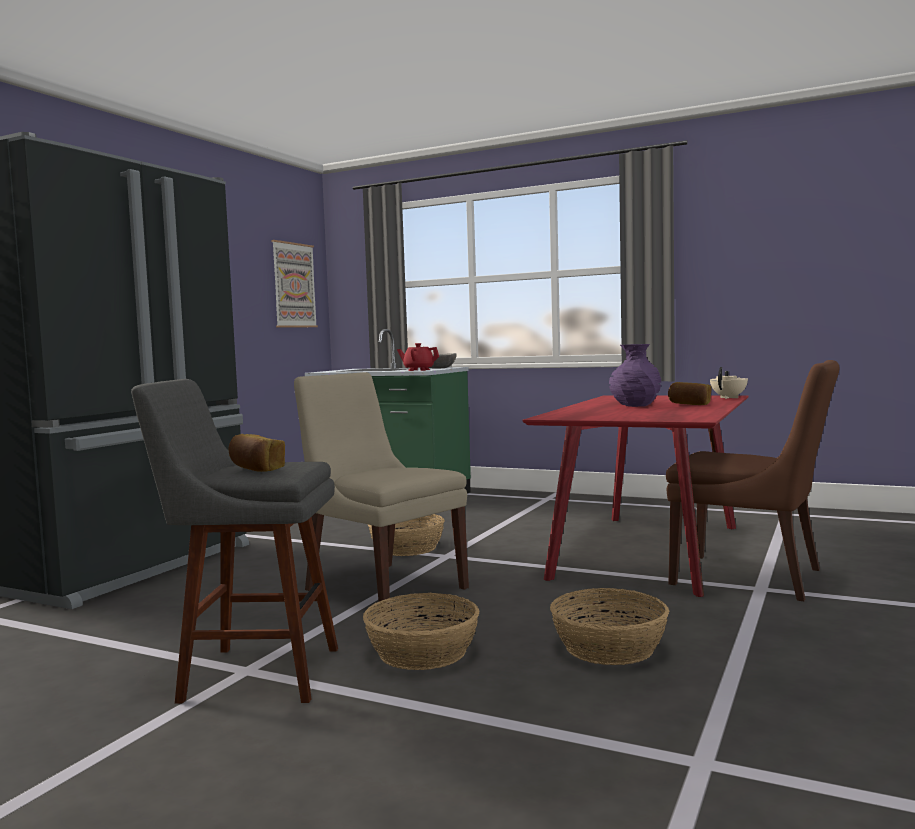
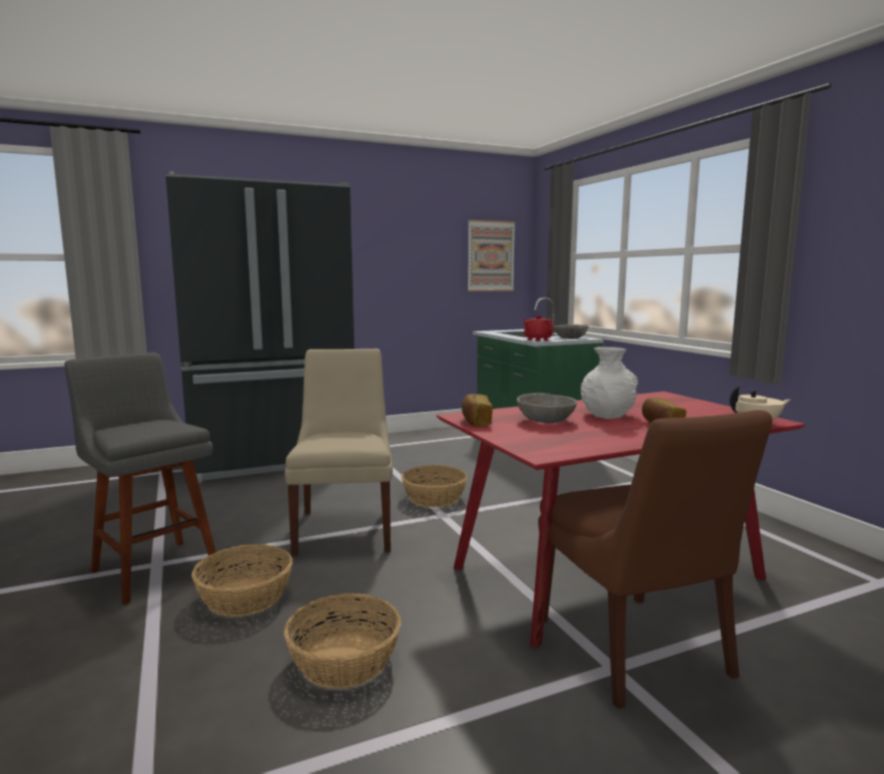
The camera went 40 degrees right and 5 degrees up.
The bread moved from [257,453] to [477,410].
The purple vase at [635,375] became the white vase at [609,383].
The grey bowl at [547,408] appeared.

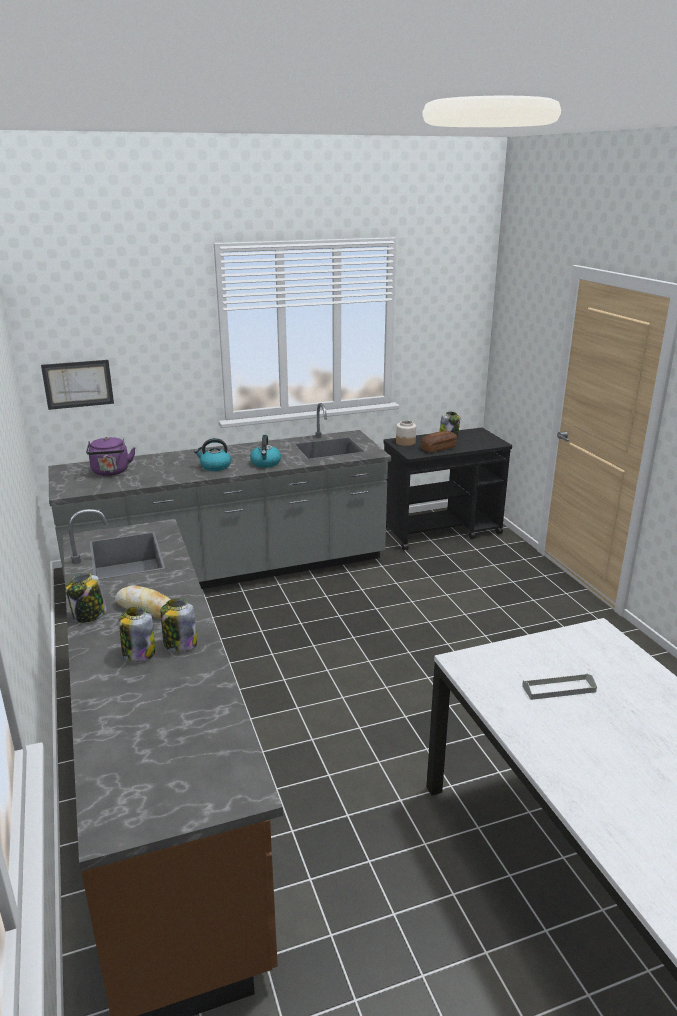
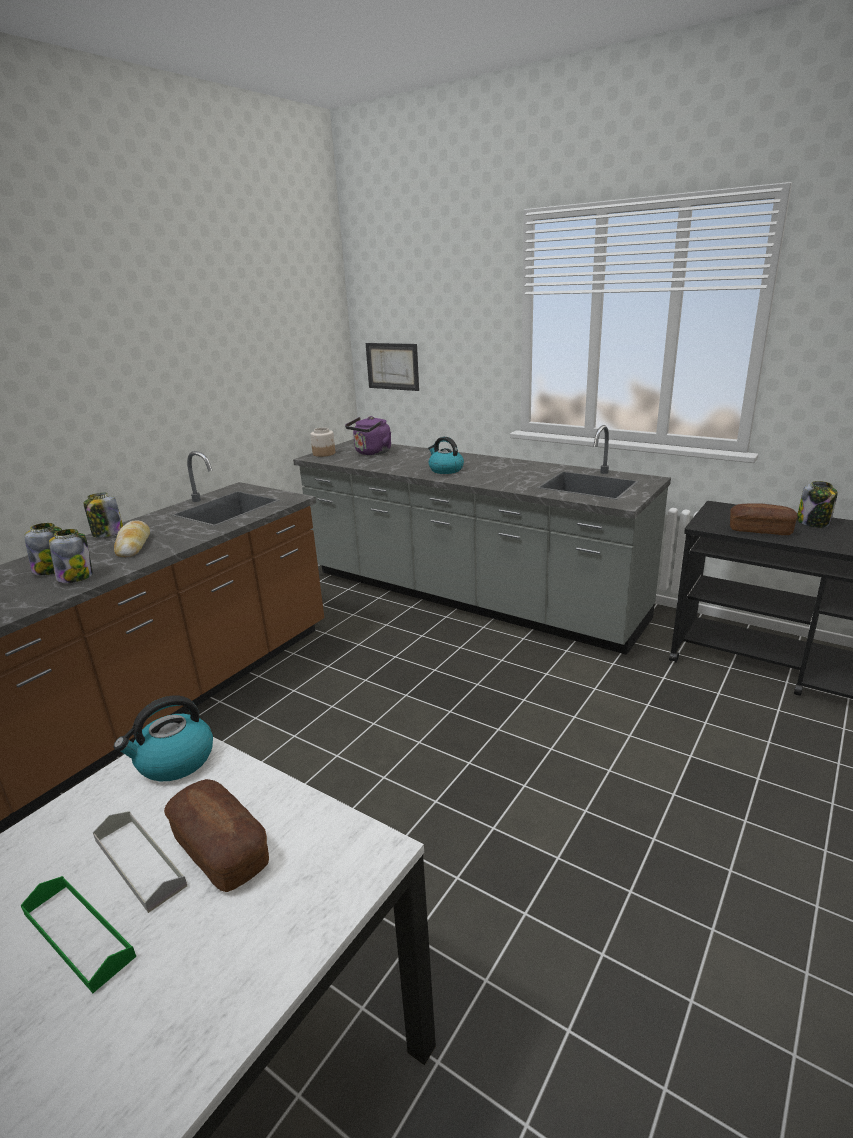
The camera went 55 degrees right and 0 degrees up.
The kettle moved from [265,451] to [163,738].
The jar moved from [406,433] to [322,442].
The green tray at [78,934] appeared.
The bread at [216,835] appeared.

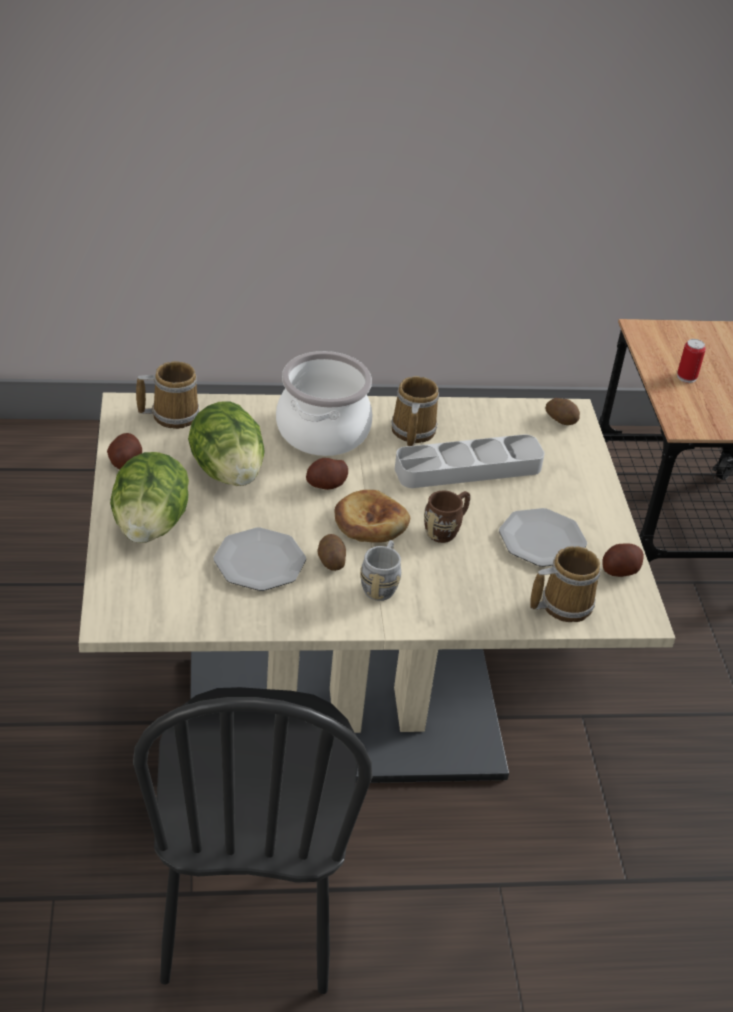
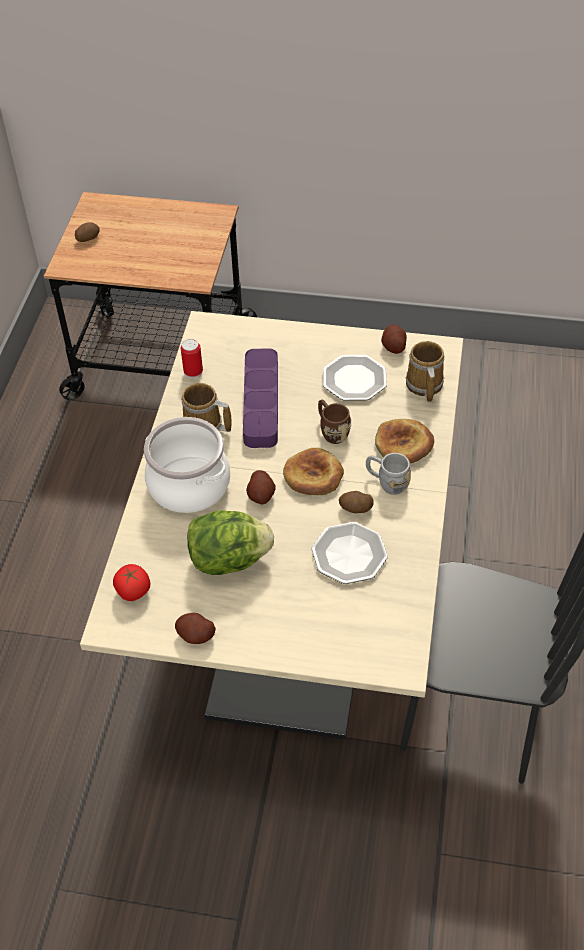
The camera went 70 degrees left and 10 degrees up.
The lettuce at [149,497] disappeared.
The mug at [167,395] was replaced by the tomato at [131,582].
The grey tray at [470,461] became the purple tray at [260,398].
The potato moved from [563,411] to [87,232].
The can moved from [691,361] to [192,359].
The bread at [404,441] appeared.

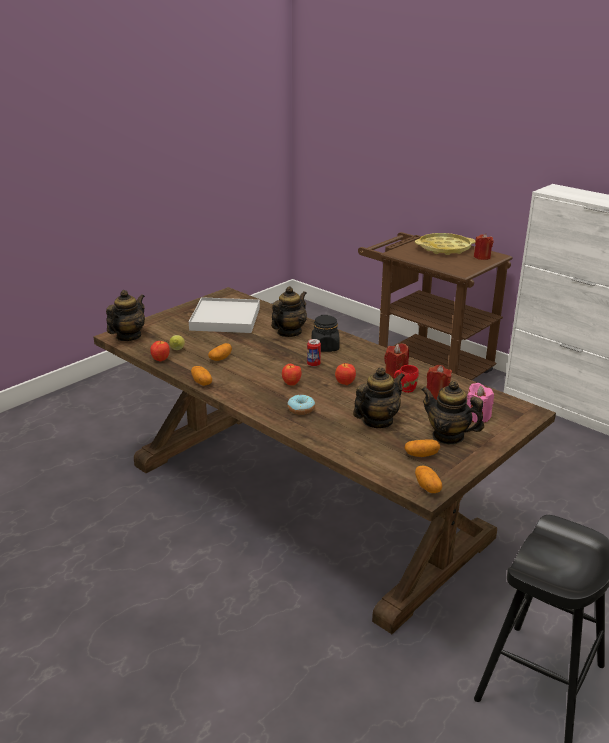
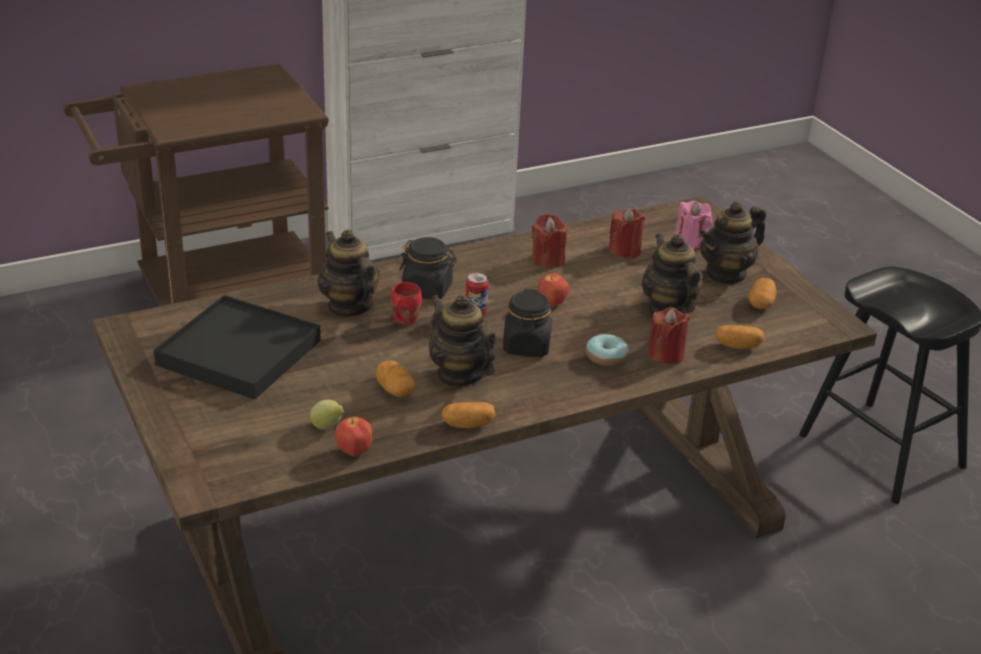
The camera went 70 degrees left and 5 degrees up.
The teapot moved from [125,315] to [462,340].
The white tray at [224,315] became the black tray at [237,347].
The apple at [291,375] was replaced by the black jar at [527,323].
The red mug moved from [406,379] to [406,303].
The yellow tray at [445,244] disappeared.
The potato moved from [429,479] to [739,337].
The red candle moved from [484,247] to [669,335].

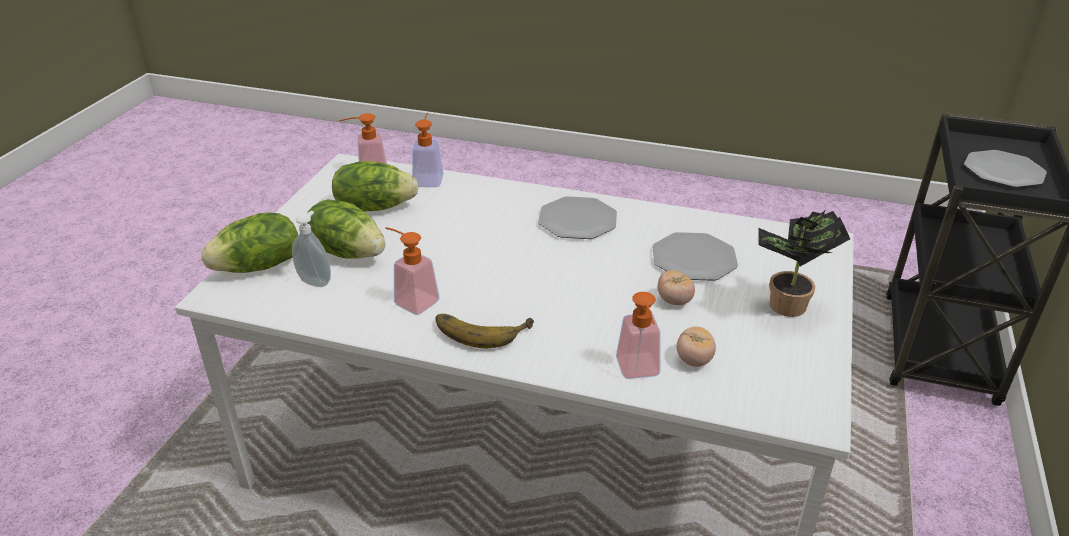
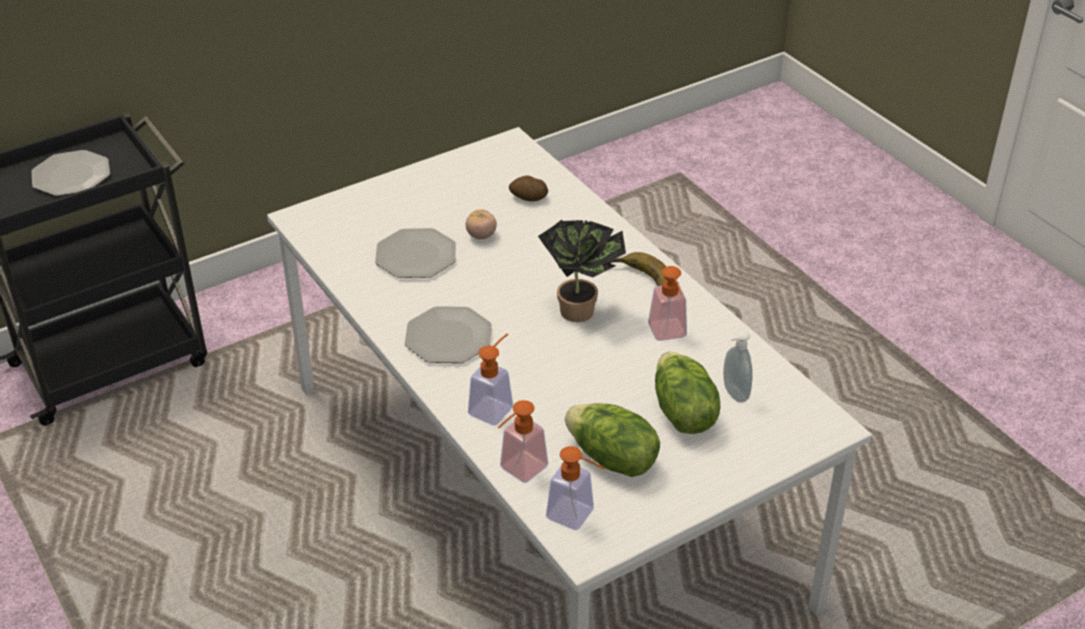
The camera went 140 degrees left and 5 degrees up.
The lettuce at [249,242] disappeared.
The soap dispenser moved from [638,335] to [490,379].
The tomato at [696,347] was replaced by the potato at [528,188].
The potted plant moved from [804,263] to [582,270].

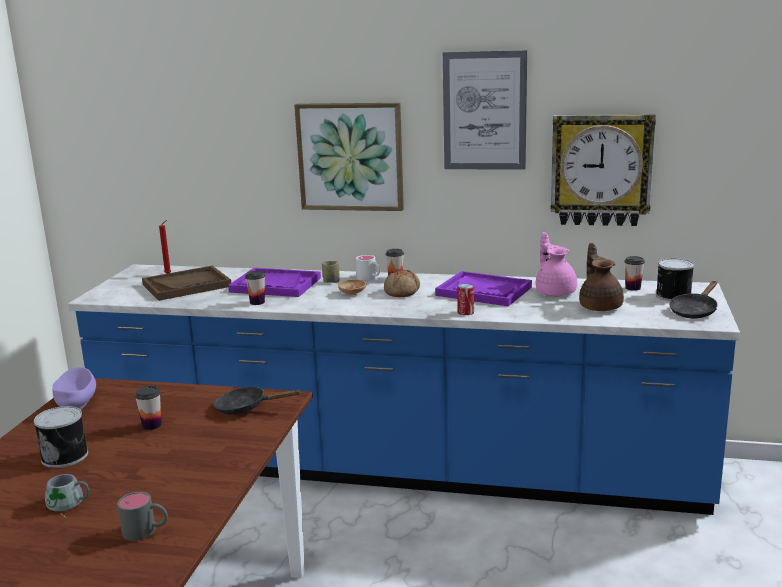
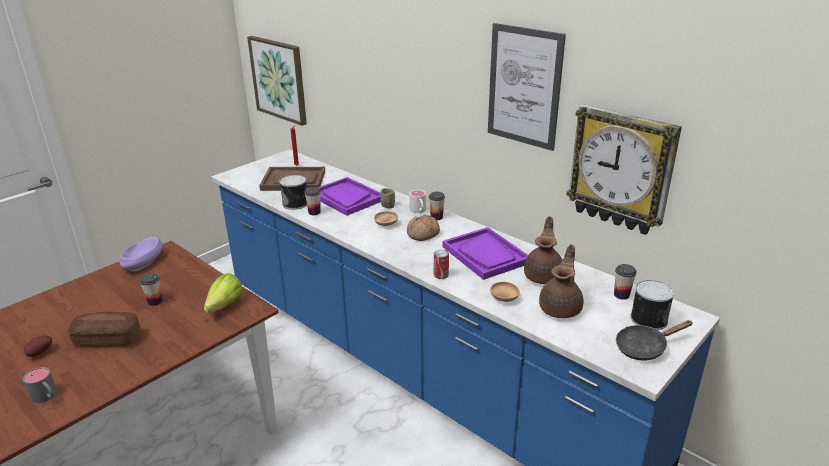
The camera went 30 degrees right and 10 degrees up.
The can moved from [61,437] to [293,192].
The grey mug at [67,496] was replaced by the potato at [38,346].
The black frying pan at [257,401] was replaced by the lettuce at [223,293].
The picture moved from [349,157] to [277,81].
The pink teapot at [556,264] became the brown teapot at [543,250].
The bread at [104,329] appeared.
The brown bowl at [505,292] appeared.

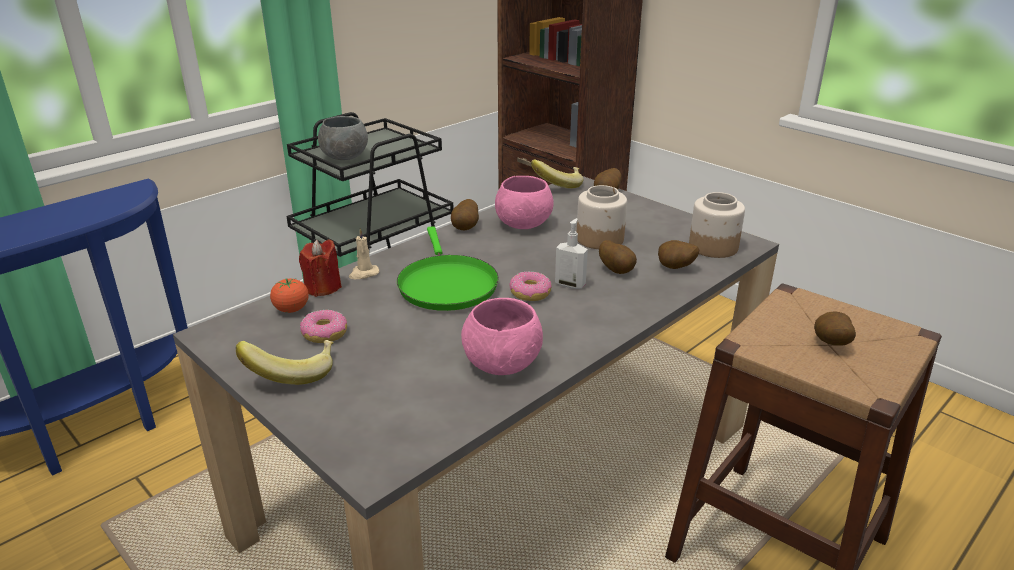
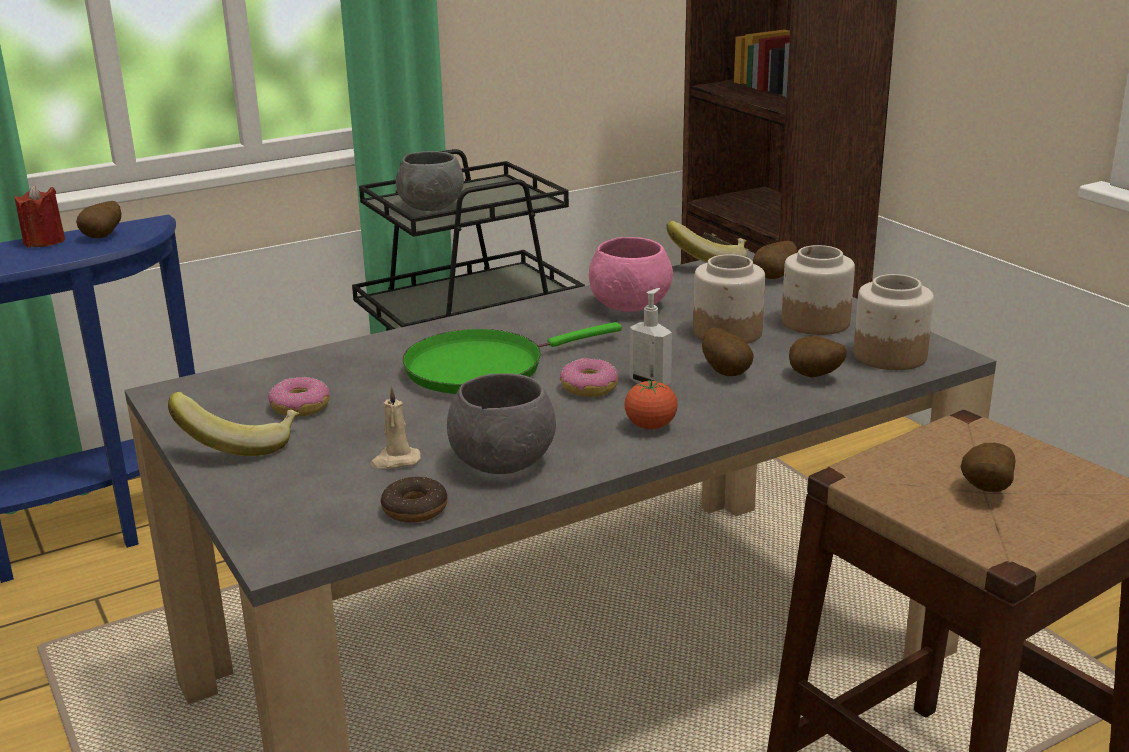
The camera went 15 degrees right and 5 degrees down.
The tomato moved from [289,295] to [651,404].
The red candle moved from [320,268] to [40,216].
The beige candle moved from [364,253] to [395,427].
The green frying pan at [448,268] turned 60 degrees clockwise.
The potato moved from [465,215] to [98,219].
The pink bowl at [502,336] became the grey bowl at [501,423].
The donut at [414,500] appeared.
The jar at [818,290] appeared.

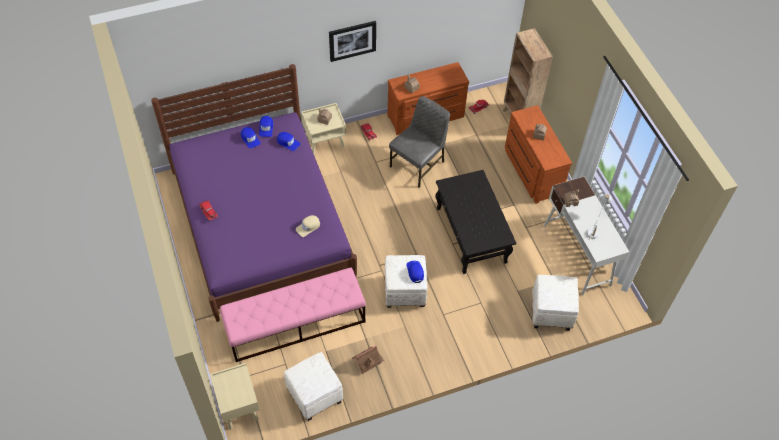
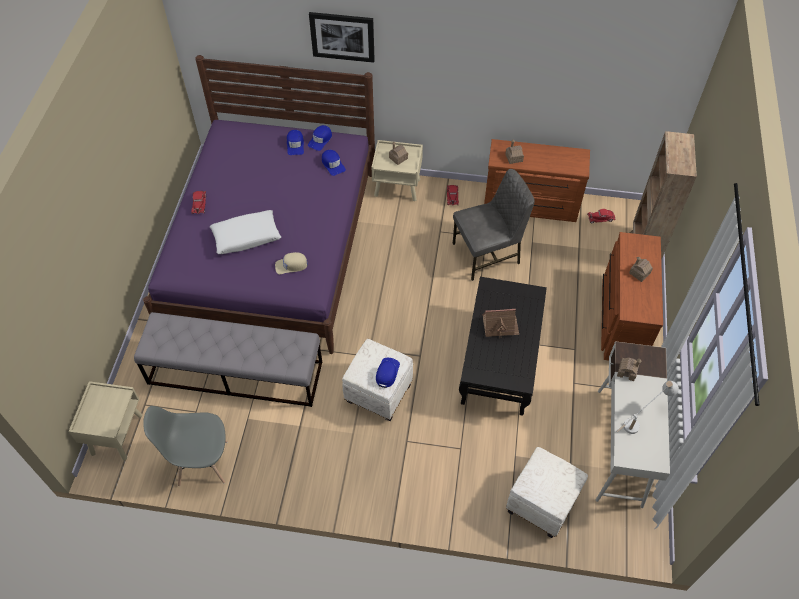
The camera went 30 degrees right and 0 degrees up.
The pink bench at [293,315] became the grey bench at [228,359].
The white ottoman at [313,386] was replaced by the grey chair at [185,446].
The picture moved from [352,41] to [342,37].
The toy house moved from [368,360] to [500,323].
The white pillow at [245,232] appeared.

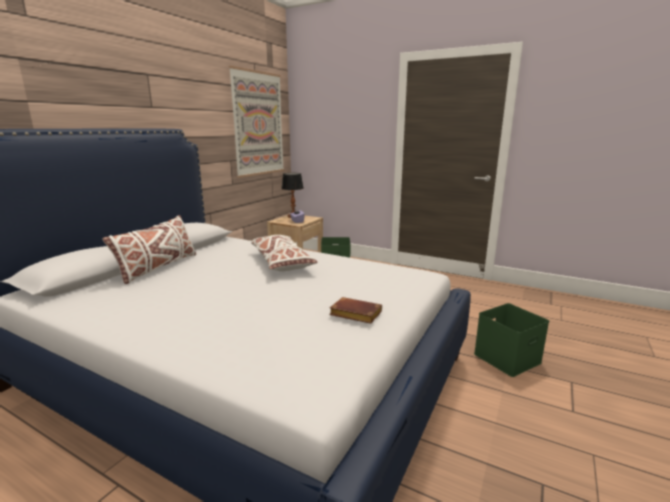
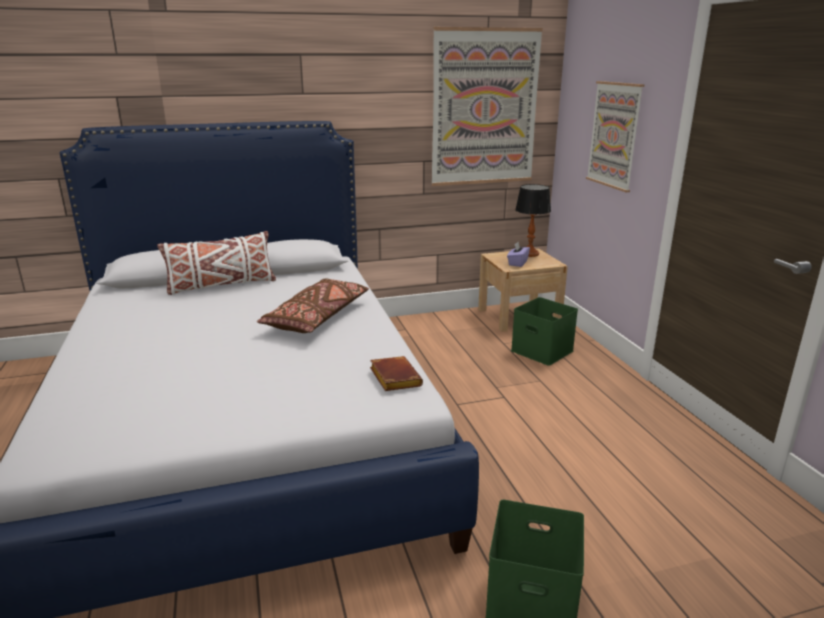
The camera went 45 degrees right and 5 degrees up.
The white pillow at [284,253] became the brown pillow at [313,306].
The brown book moved from [355,310] to [396,373].
The picture at [615,136] appeared.

